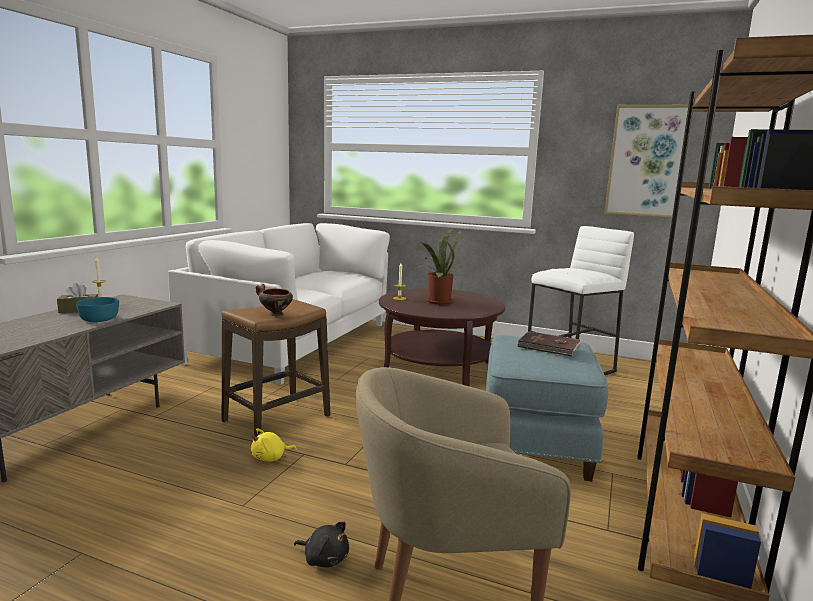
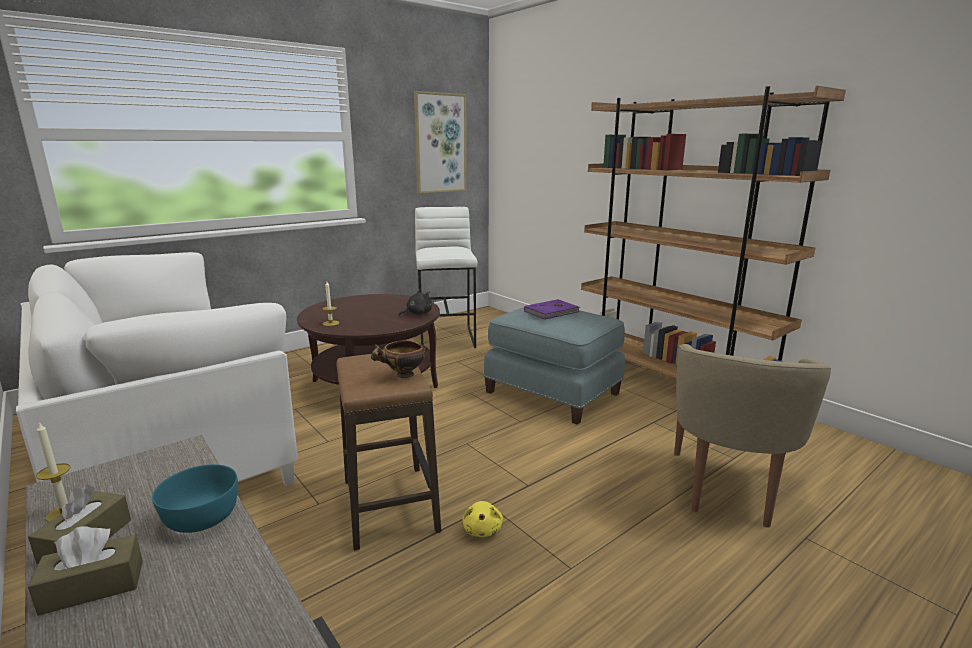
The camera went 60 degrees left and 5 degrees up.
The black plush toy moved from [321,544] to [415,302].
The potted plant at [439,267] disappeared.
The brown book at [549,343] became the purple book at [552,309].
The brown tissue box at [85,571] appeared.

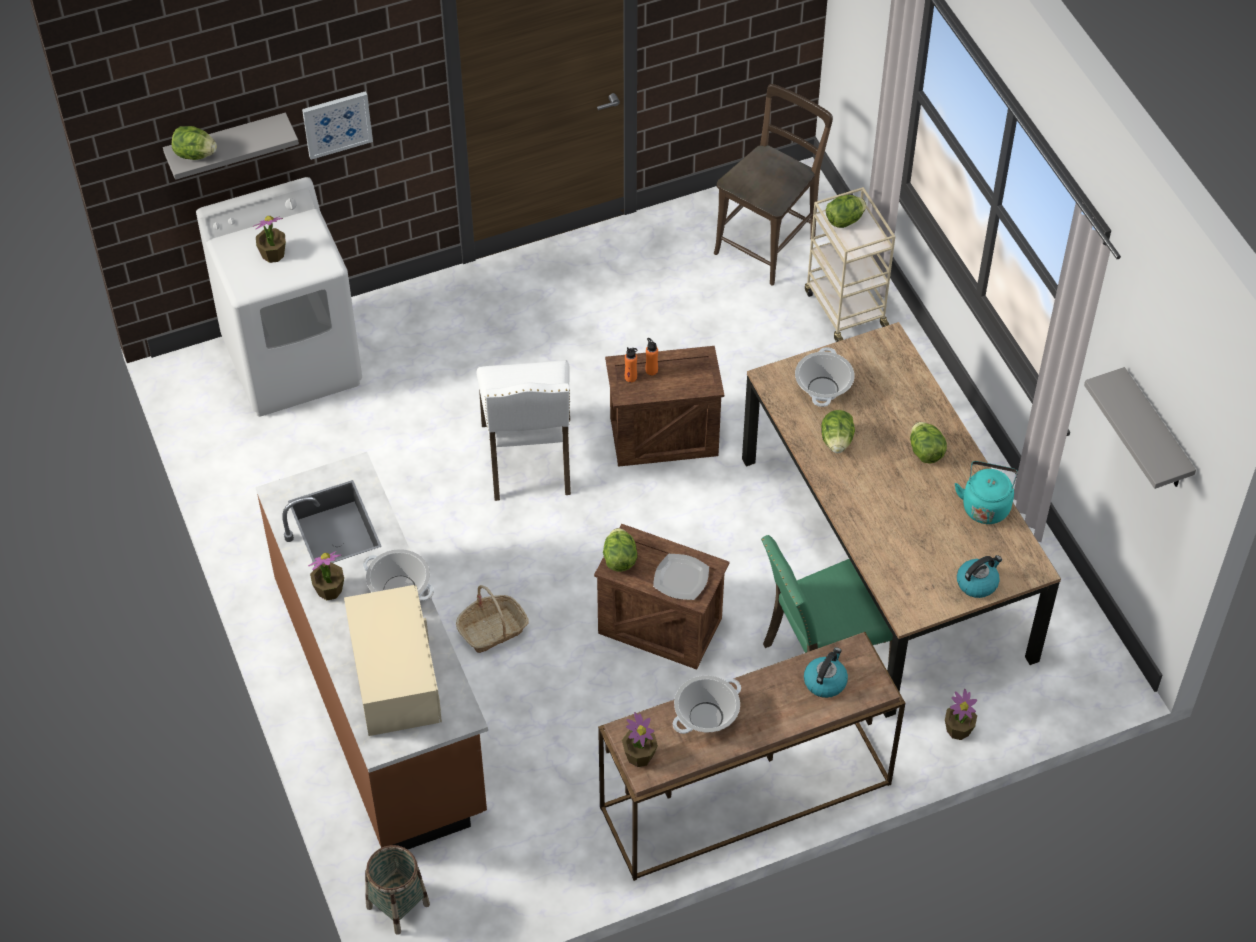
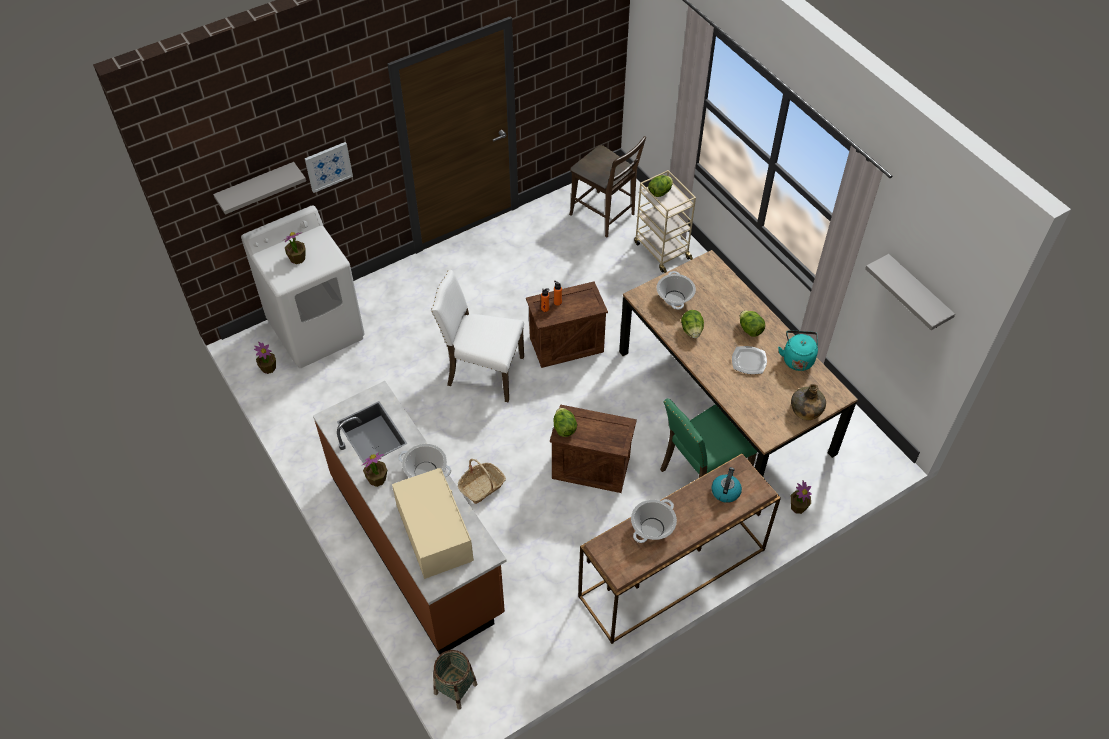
The camera went 10 degrees left and 0 degrees up.
The lettuce at [194,143] disappeared.
The white chair at [524,430] turned 120 degrees clockwise.
The potted plant moved from [640,739] to [265,358].
The plate moved from [681,577] to [749,360].
The brown chair at [773,185] turned 105 degrees clockwise.
The kettle at [979,576] was replaced by the green bottle at [808,402].

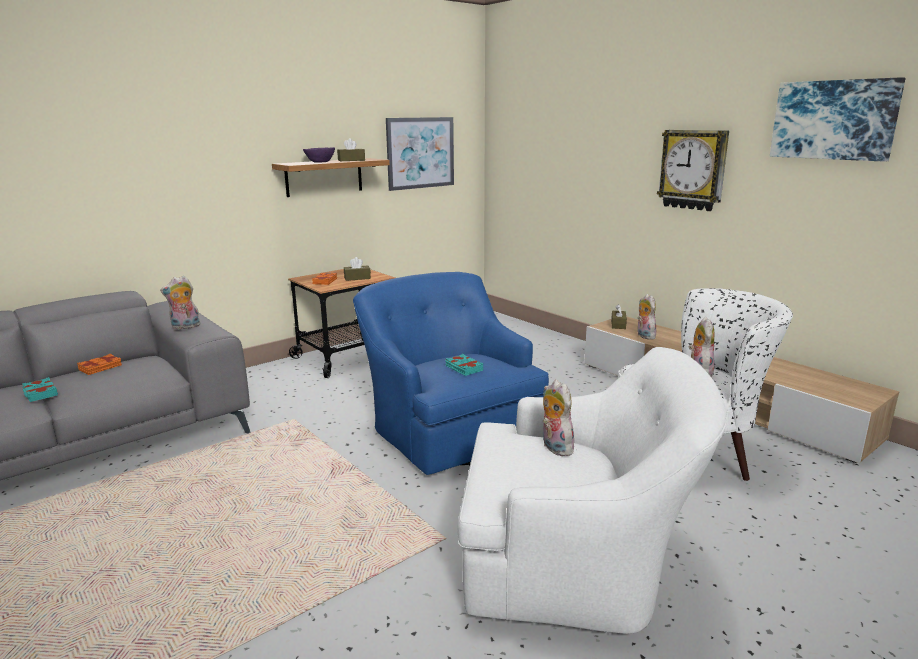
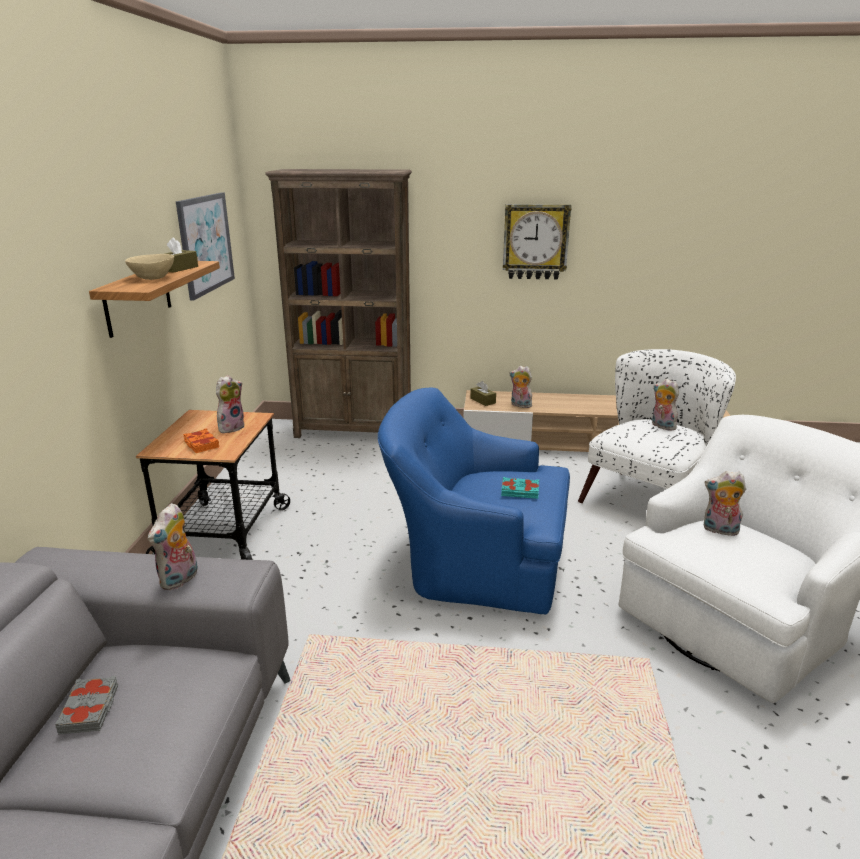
The camera went 45 degrees left and 5 degrees up.
The turquoise book at [40,389] disappeared.
The orange book at [99,364] became the grey book at [86,705].
The purple bowl at [319,155] became the beige bowl at [149,267].
The brown tissue box at [357,269] was replaced by the plush toy at [230,404].
The picture at [837,119] disappeared.
The brown bookcase at [338,303] appeared.

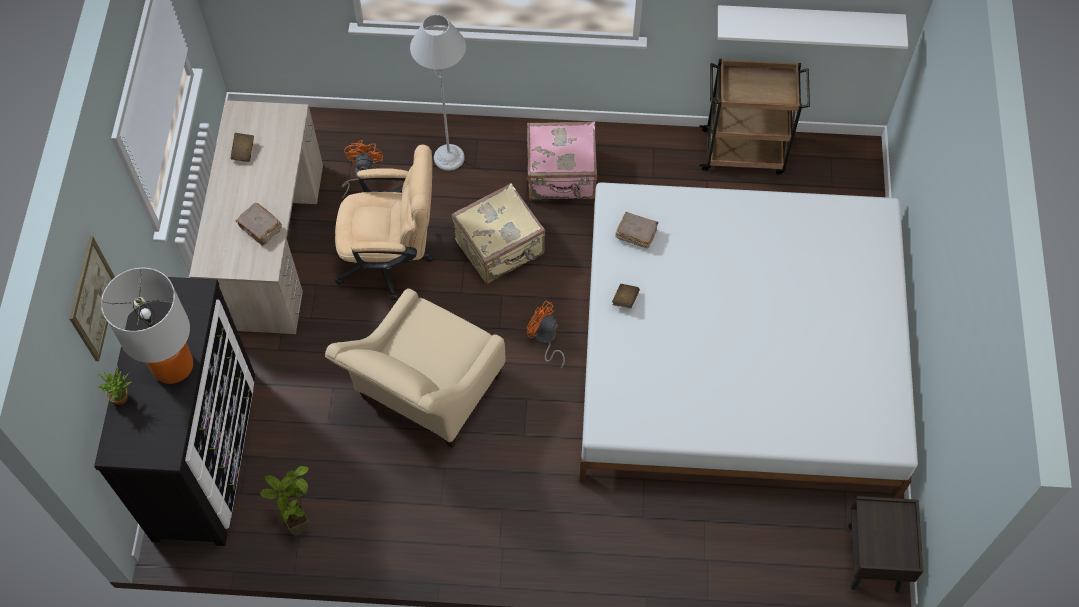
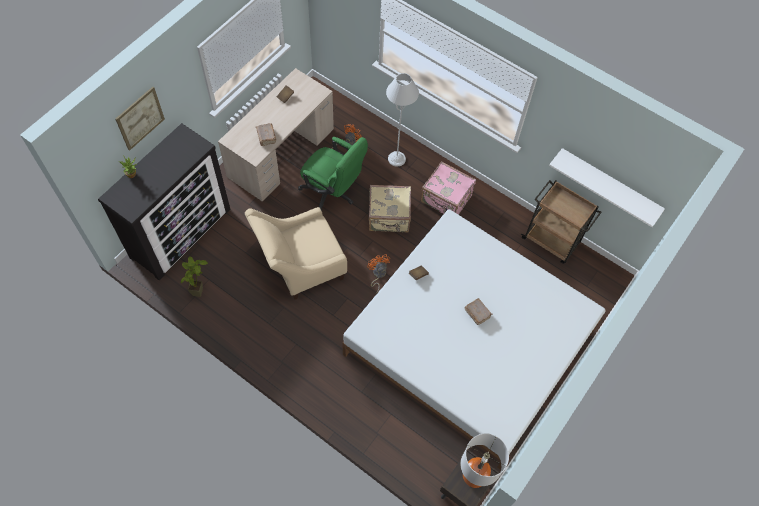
The camera went 30 degrees right and 0 degrees up.
The table lamp moved from [147,326] to [485,460].
The beige office chair at [384,223] became the green office chair at [333,174].
The brown book moved from [636,230] to [478,311].

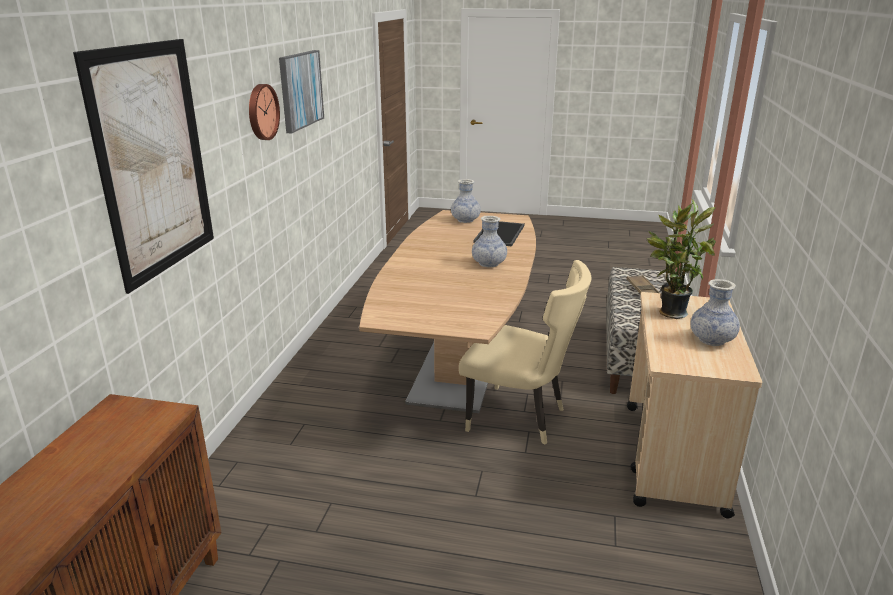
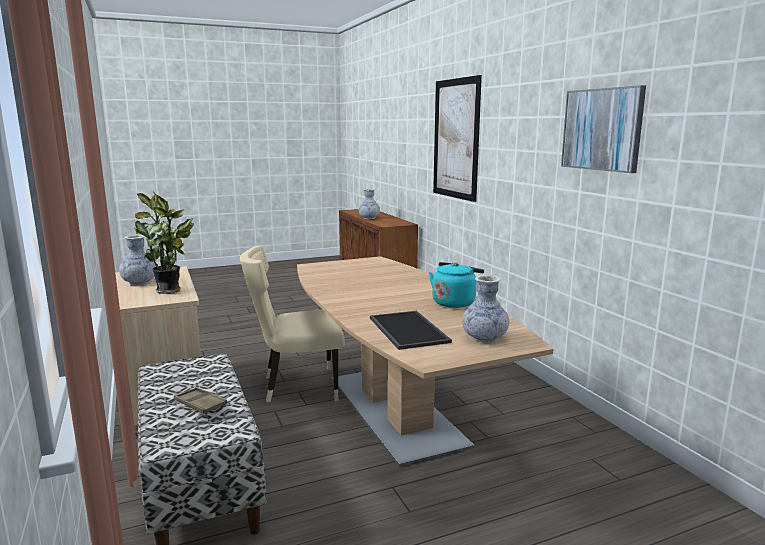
The camera went 145 degrees right and 10 degrees down.
The wall clock at [264,112] disappeared.
The vase moved from [489,241] to [369,204].
The turquoise kettle at [456,285] appeared.

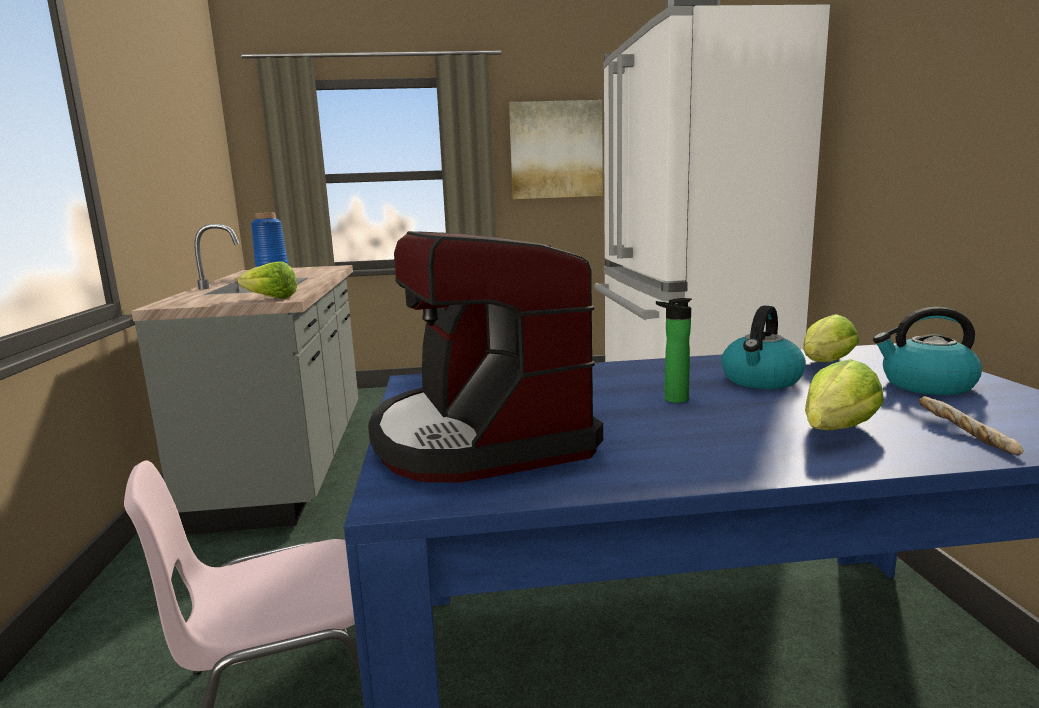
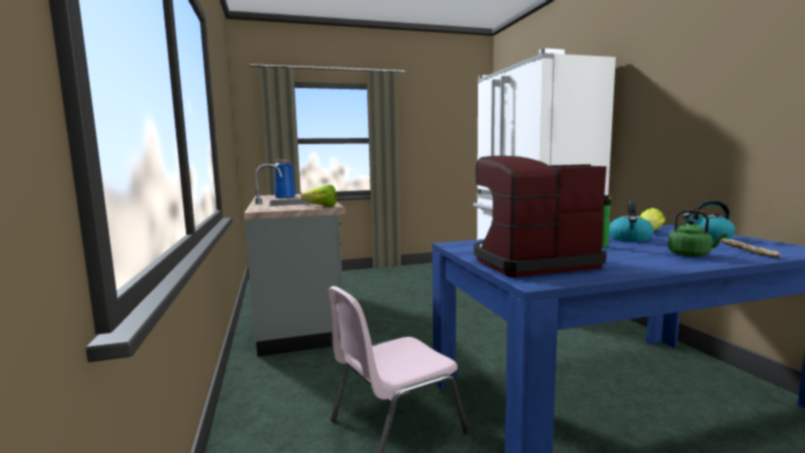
The camera went 10 degrees left and 5 degrees down.
The coffee machine at [485,357] turned 105 degrees clockwise.
The picture at [556,149] disappeared.
The lettuce at [844,394] was replaced by the green kettle at [697,233].

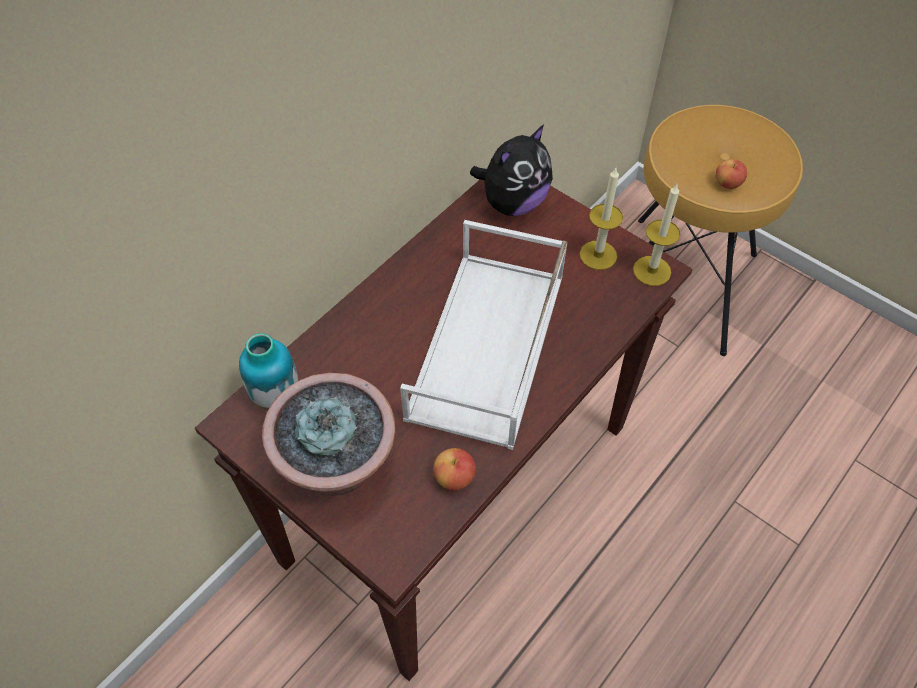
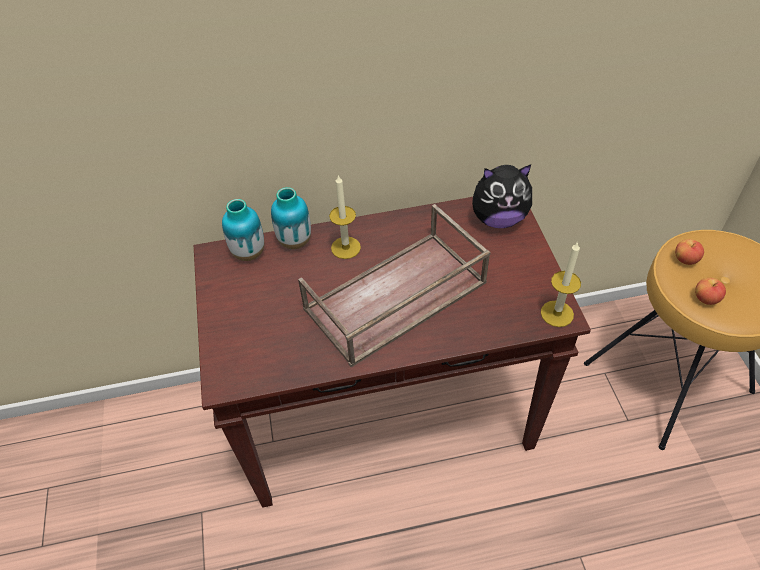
The camera went 40 degrees right and 5 degrees down.
The potted plant at [329,434] disappeared.
The white tray at [484,335] became the brown tray at [394,285].
The apple moved from [454,469] to [689,252].
The candle moved from [601,219] to [345,216].
The vase at [291,218] appeared.

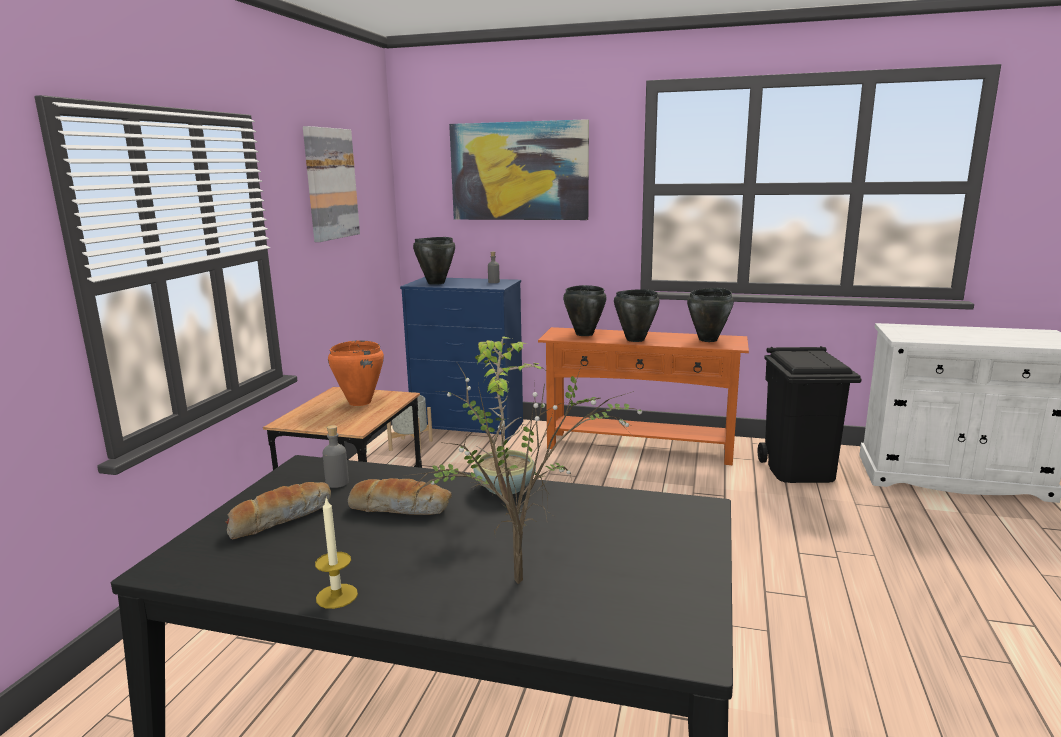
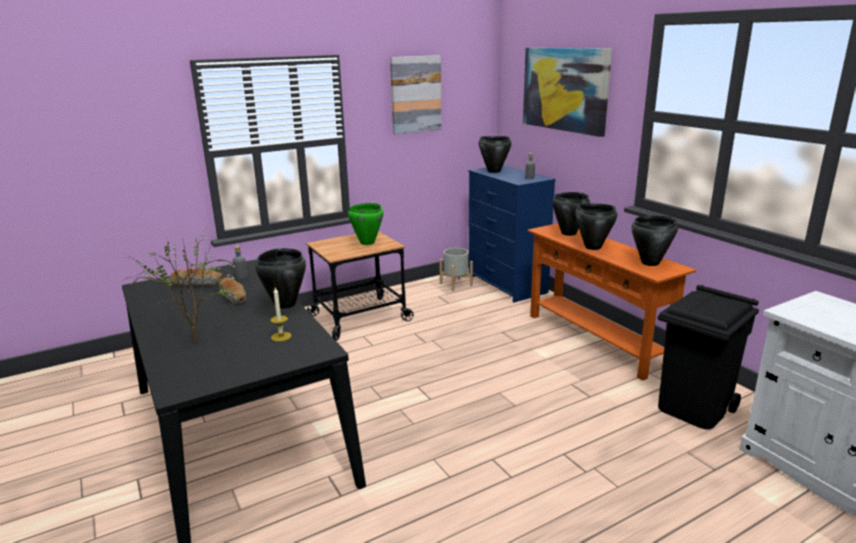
The camera went 45 degrees right and 5 degrees up.
The candle moved from [336,553] to [281,315].
The orange cooking pot at [356,373] became the green cooking pot at [365,224].
The potted plant at [509,416] was replaced by the black cooking pot at [280,278].

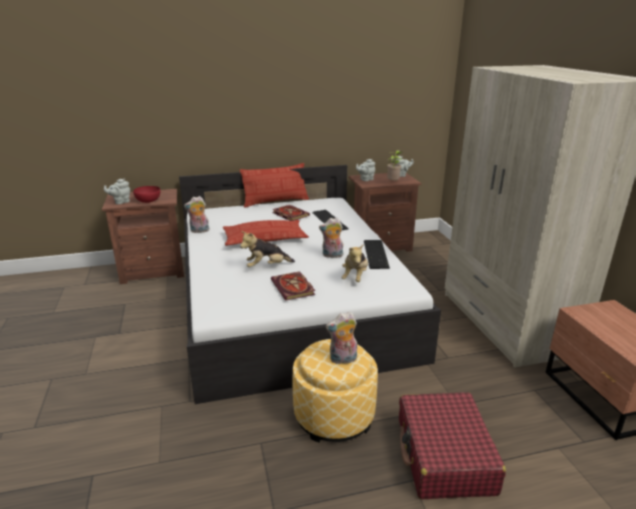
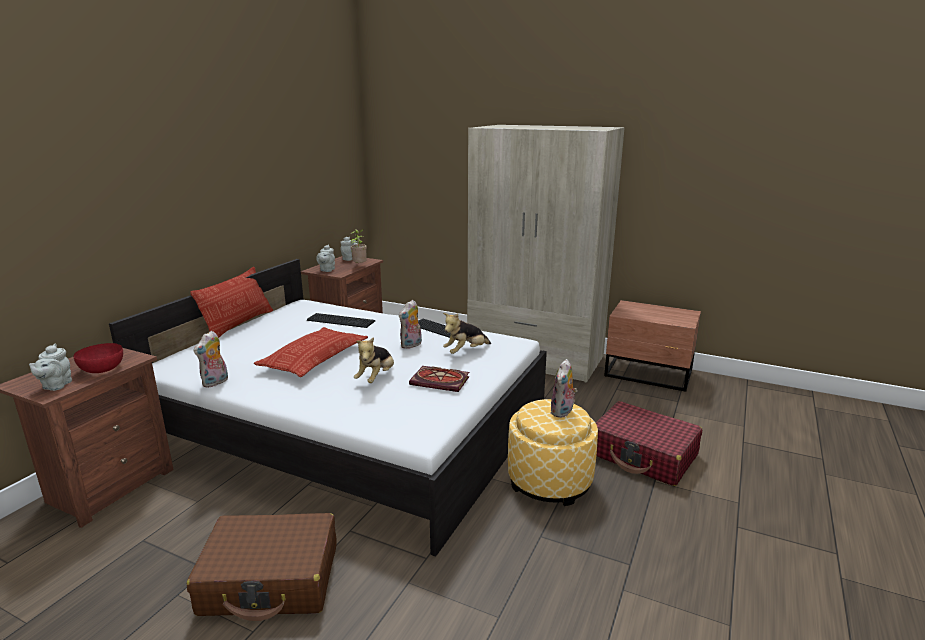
The camera went 50 degrees left and 5 degrees down.
The book at [291,213] disappeared.
The plush toy at [355,263] turned 90 degrees clockwise.
The brown suitcase at [262,567] appeared.

